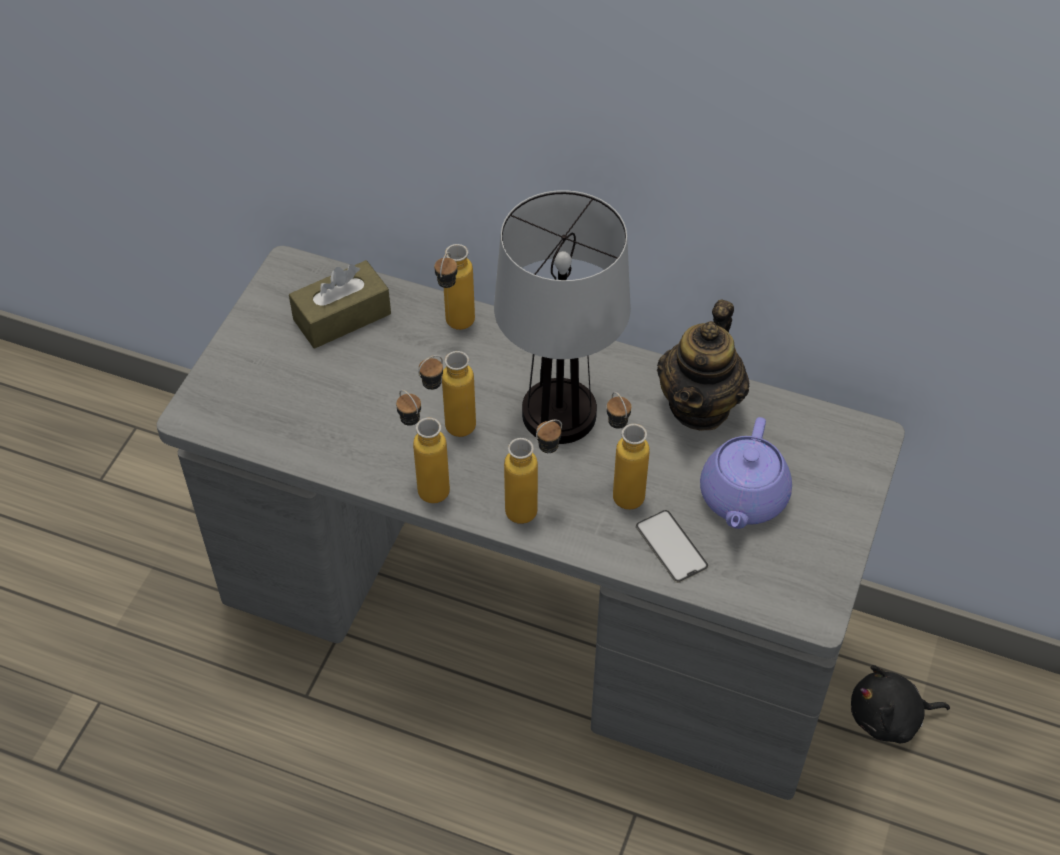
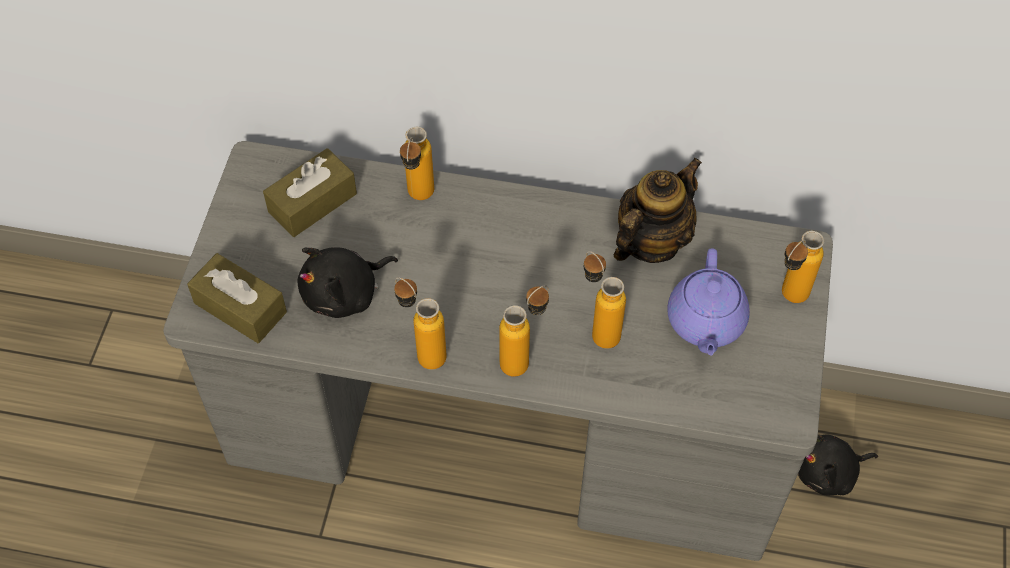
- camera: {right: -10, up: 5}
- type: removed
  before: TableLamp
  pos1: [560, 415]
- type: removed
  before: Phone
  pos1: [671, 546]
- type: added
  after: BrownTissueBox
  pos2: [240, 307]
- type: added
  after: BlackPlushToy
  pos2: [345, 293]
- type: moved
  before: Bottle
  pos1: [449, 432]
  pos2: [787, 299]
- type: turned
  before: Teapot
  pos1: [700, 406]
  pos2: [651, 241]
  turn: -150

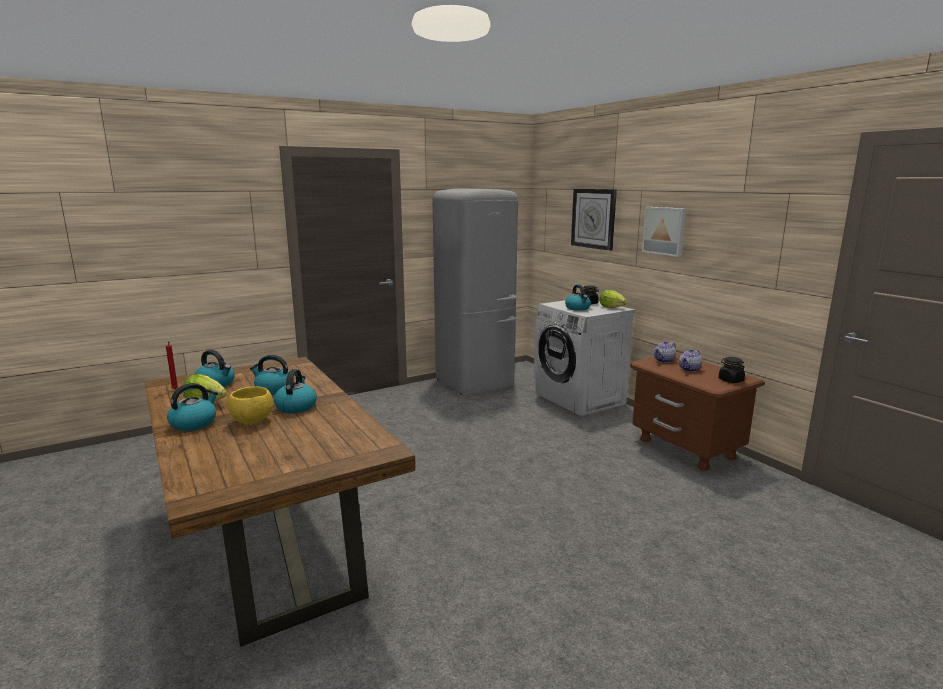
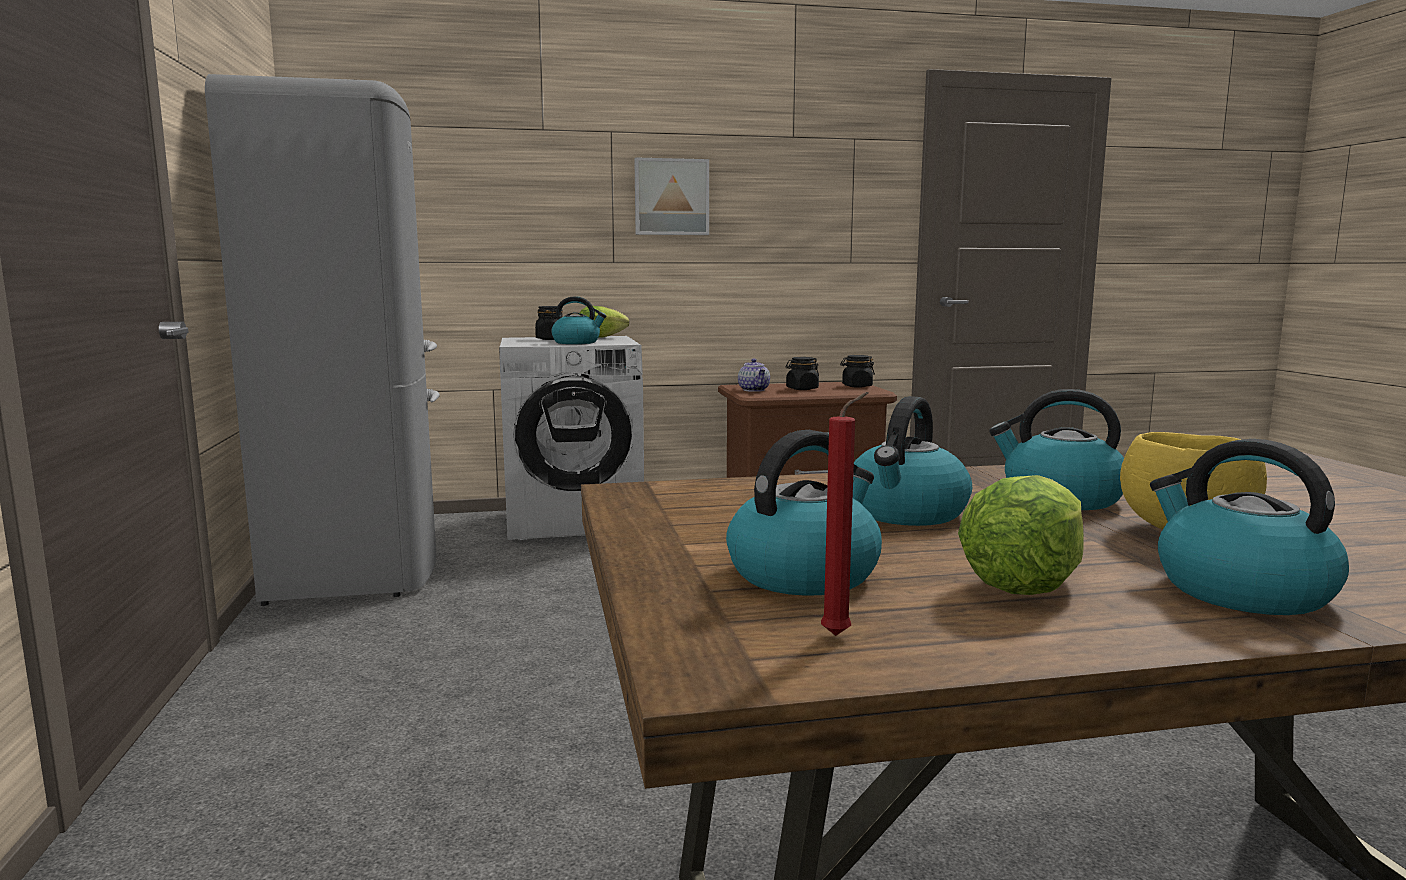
- camera: {right: -70, up: -5}
- type: removed
  before: WallClock
  pos1: [593, 218]
- type: replaced
  before: Teapot
  after: BlackJar
  pos1: [689, 369]
  pos2: [802, 389]

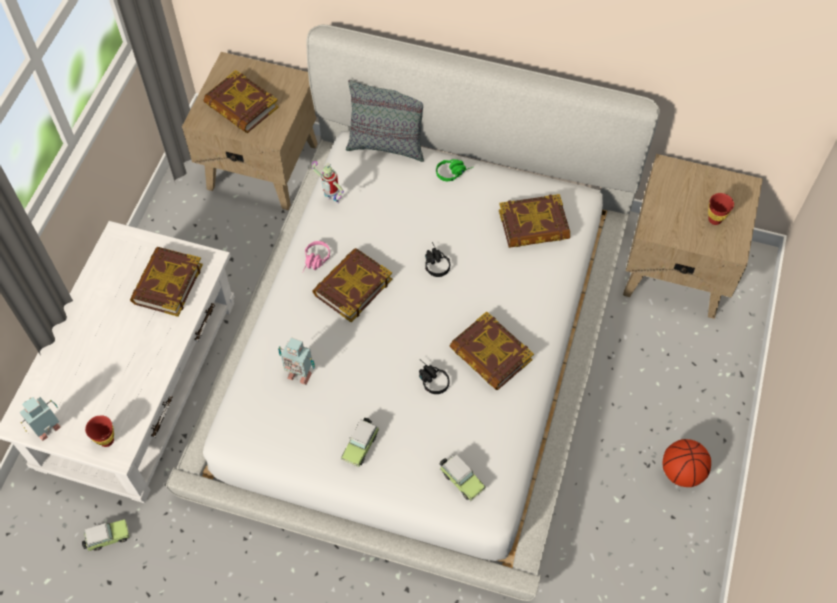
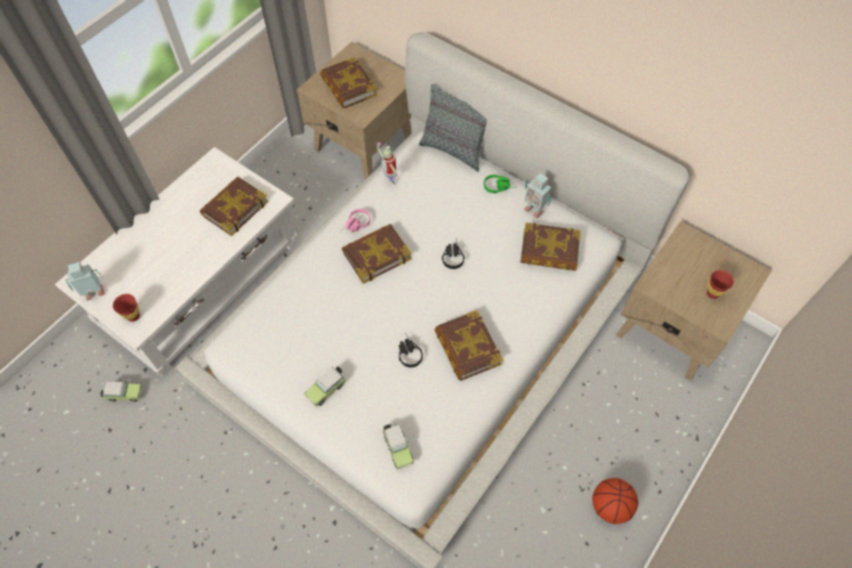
- camera: {right: 20, up: 0}
- type: moved
  before: ToyRobot
  pos1: [299, 374]
  pos2: [534, 209]

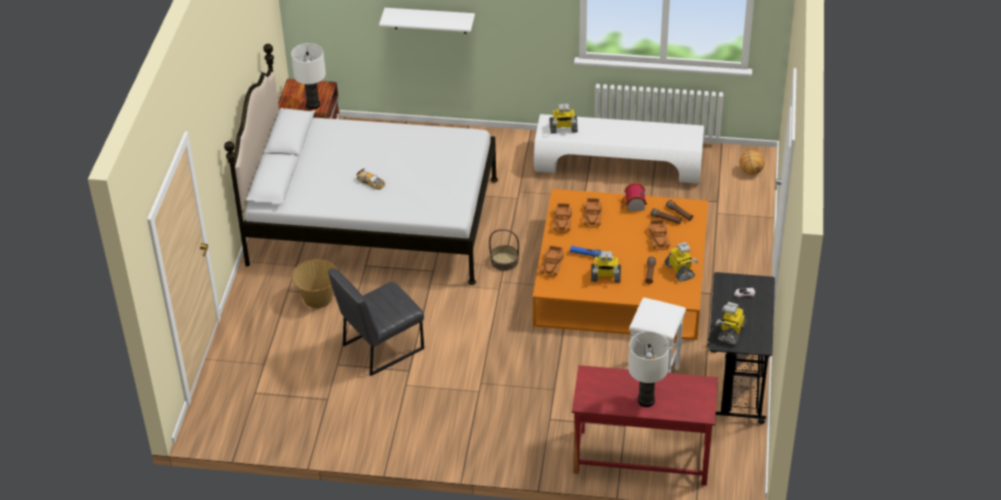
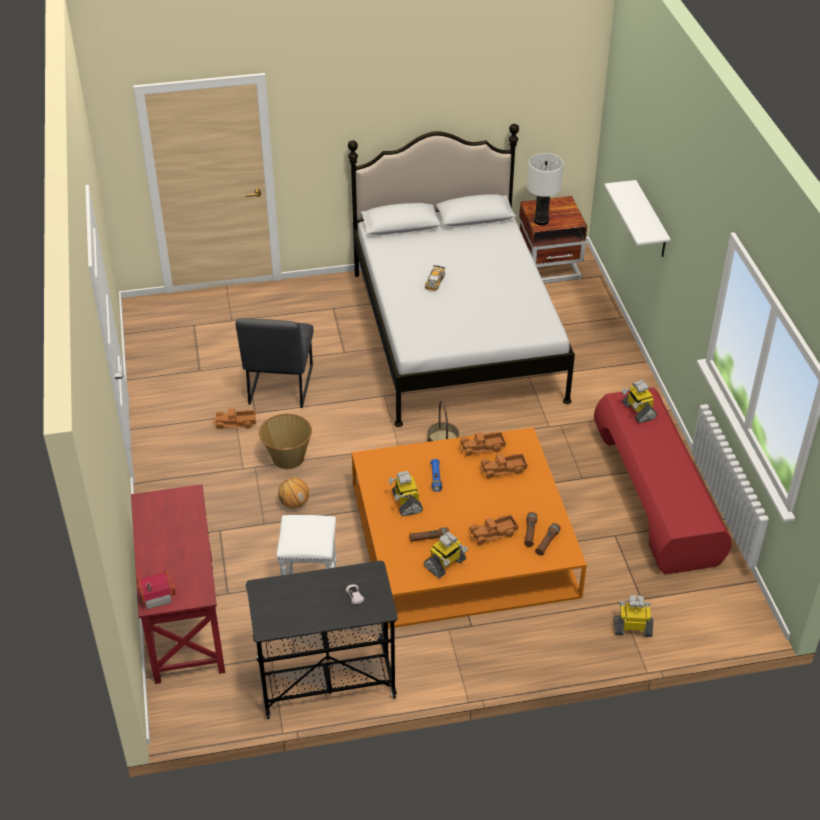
- camera: {right: 70, up: 0}
- type: removed
  before: WhiteTableLamp
  pos1: [646, 400]
- type: moved
  before: Basket
  pos1: [317, 299]
  pos2: [287, 458]
- type: moved
  before: ToyTruck
  pos1: [552, 265]
  pos2: [235, 423]
- type: moved
  before: ToyHouse
  pos1: [633, 205]
  pos2: [155, 595]
- type: moved
  before: ToyRobot
  pos1: [731, 332]
  pos2: [632, 628]
- type: moved
  before: Basketball
  pos1: [750, 172]
  pos2: [294, 503]
- type: recoloured
  before: WhiteBench
  after: RedBench
  pos1: [618, 164]
  pos2: [656, 494]
- type: turned
  before: GreyChair
  pos1: [380, 347]
  pos2: [280, 386]
  turn: -120

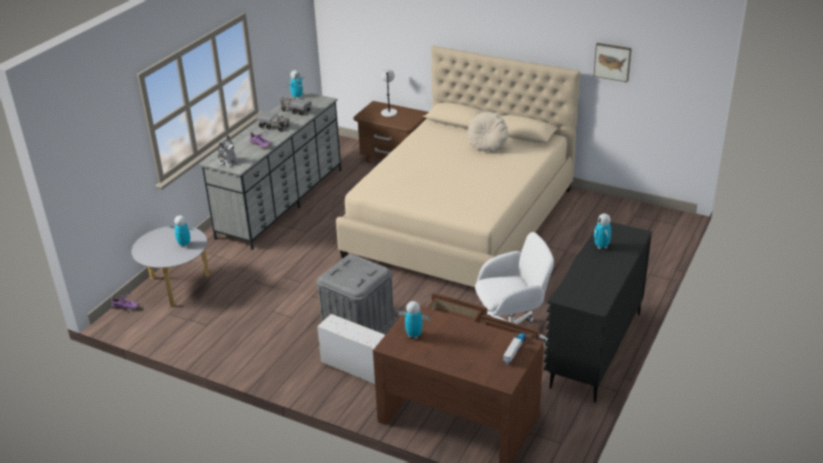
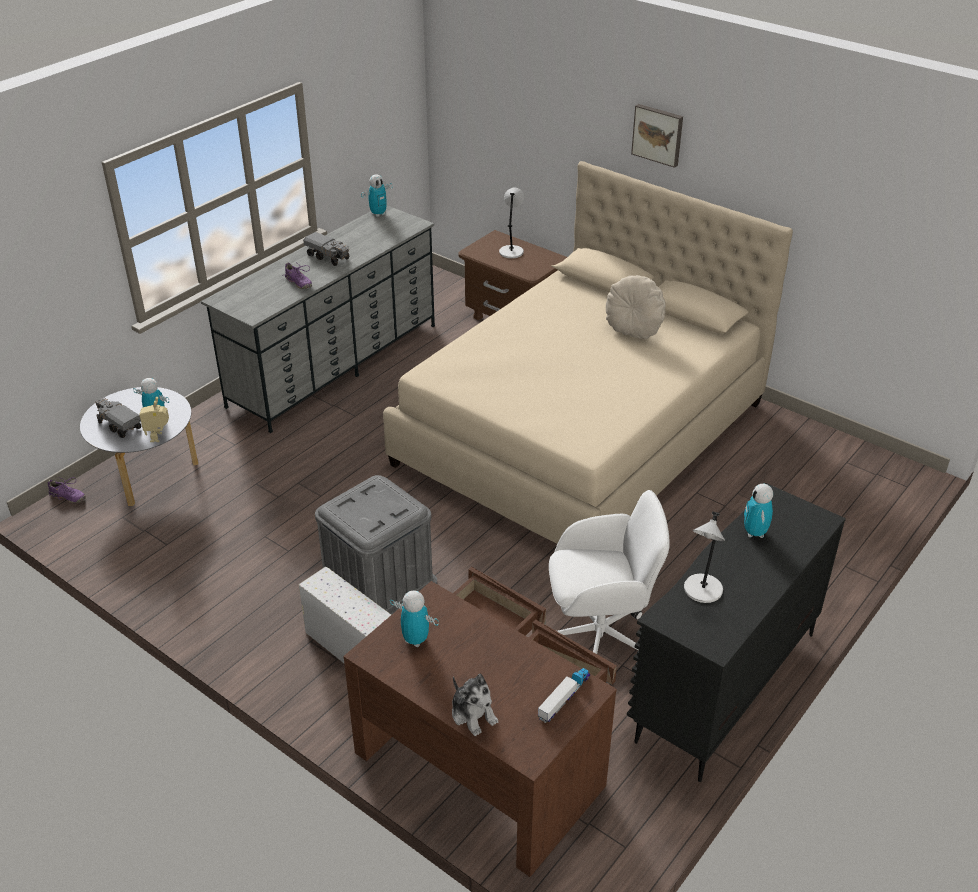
- camera: {right: 10, up: 5}
- type: added
  after: ToyRobot
  pos2: [159, 437]
- type: added
  after: GreyTableLamp
  pos2: [702, 591]
- type: moved
  before: PlushToy
  pos1: [228, 161]
  pos2: [473, 714]
- type: moved
  before: ToyTruck
  pos1: [295, 111]
  pos2: [119, 425]
- type: moved
  before: Picture
  pos1: [612, 61]
  pos2: [658, 134]

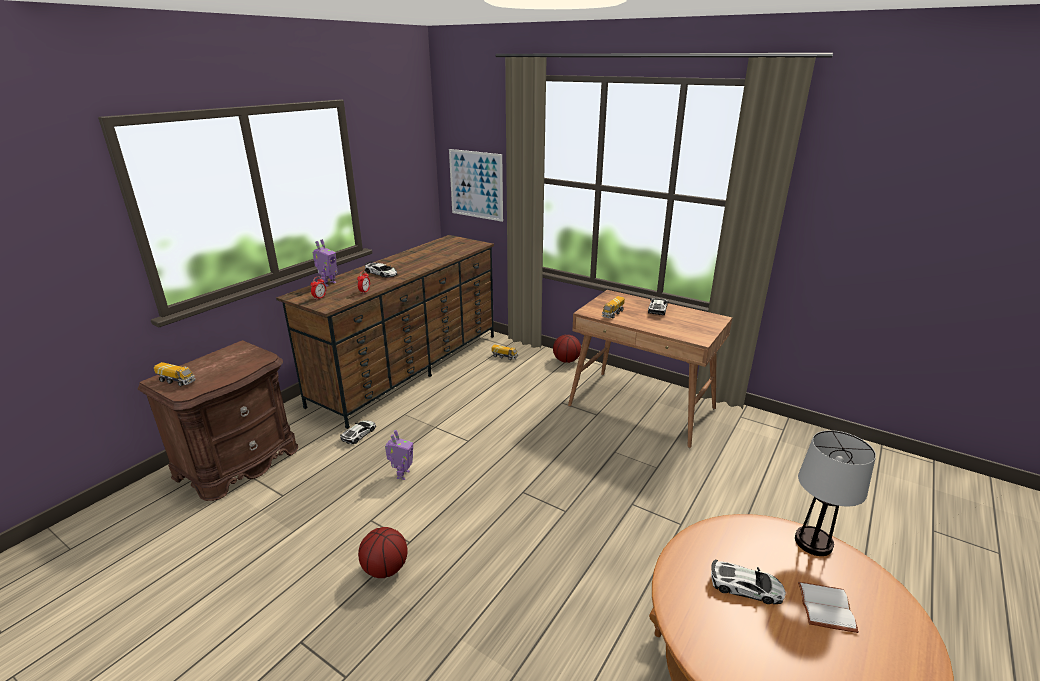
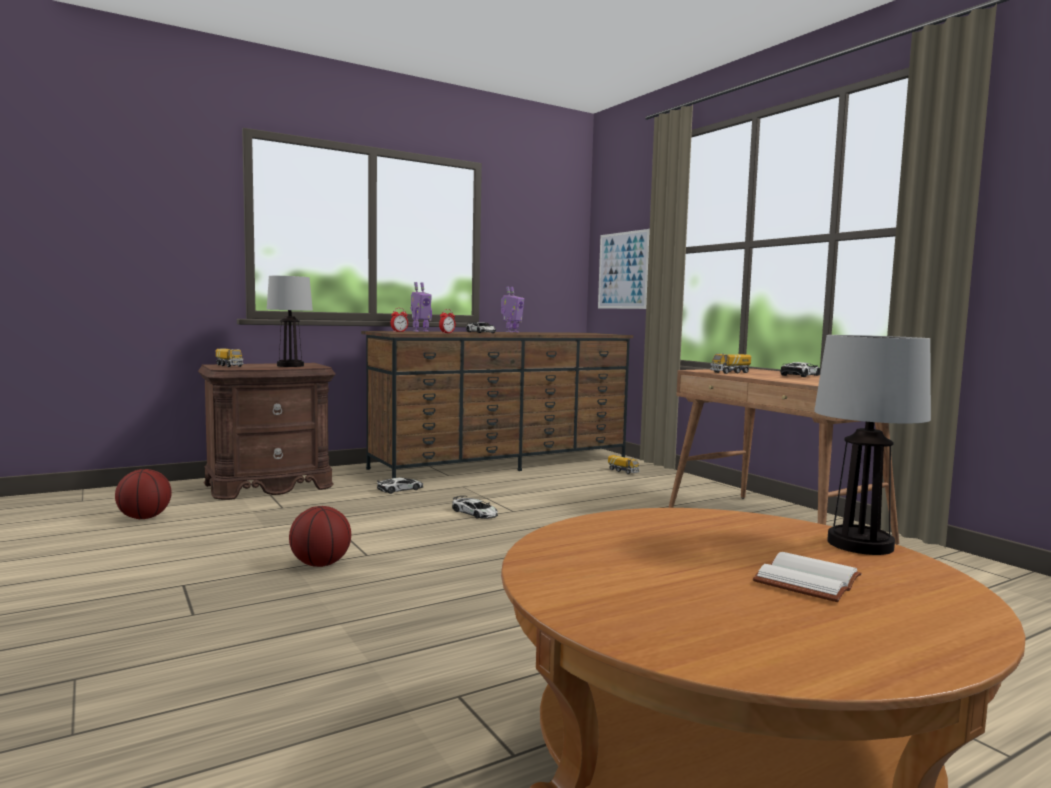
- camera: {right: 25, up: -20}
- type: added
  after: TableLamp
  pos2: [291, 365]
- type: moved
  before: ToyRobot
  pos1: [402, 474]
  pos2: [511, 332]
- type: moved
  before: Basketball
  pos1: [566, 360]
  pos2: [145, 517]
- type: moved
  before: ToyCar
  pos1: [746, 587]
  pos2: [475, 513]

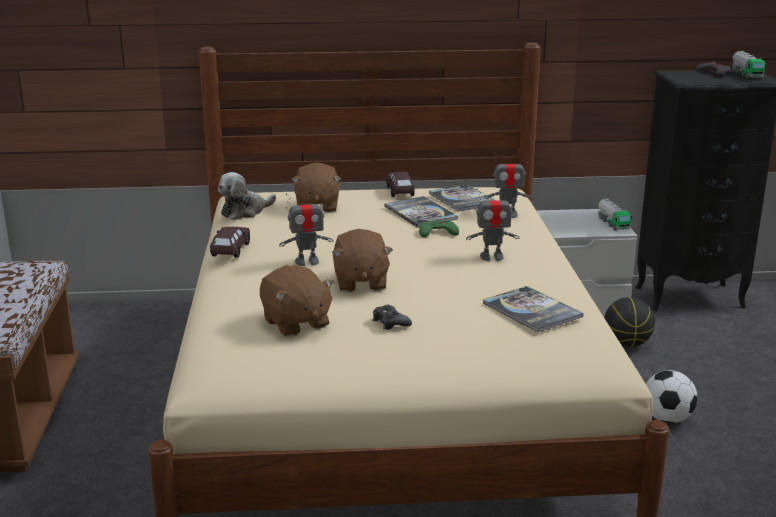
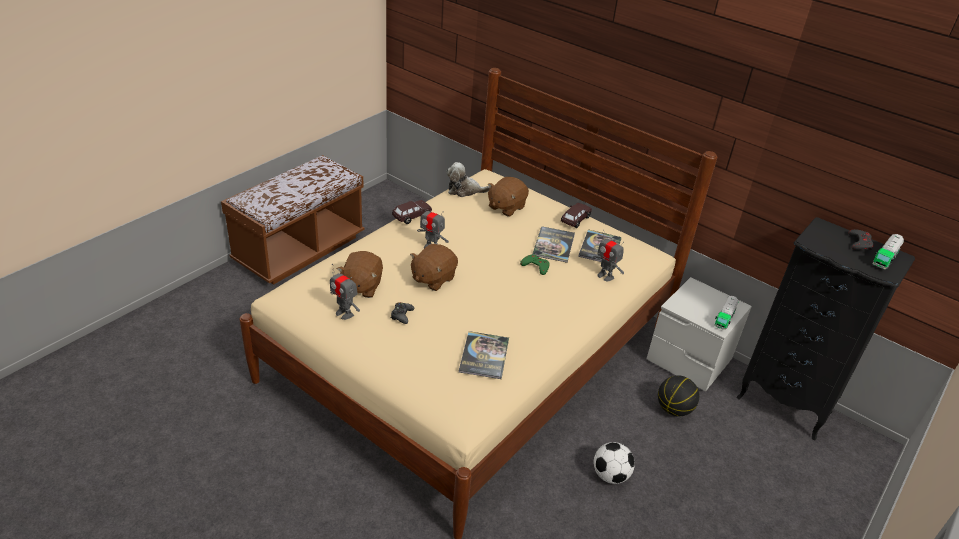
- camera: {right: 40, up: 15}
- type: moved
  before: ToyRobot
  pos1: [492, 257]
  pos2: [344, 313]

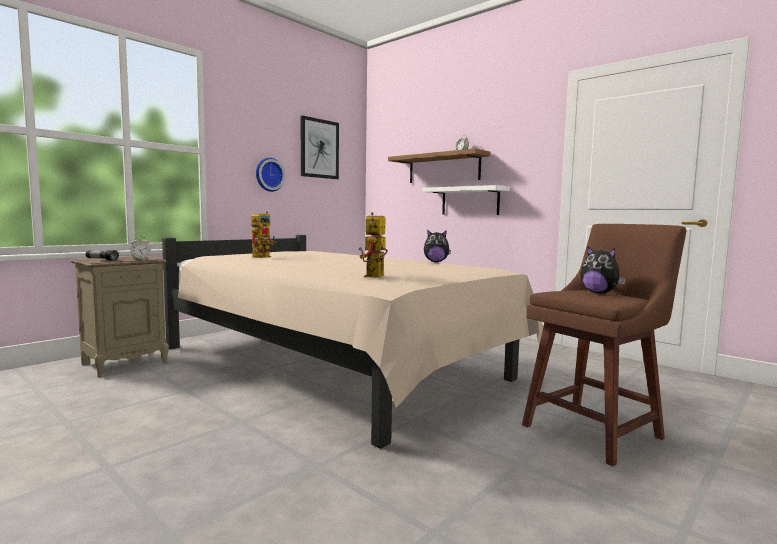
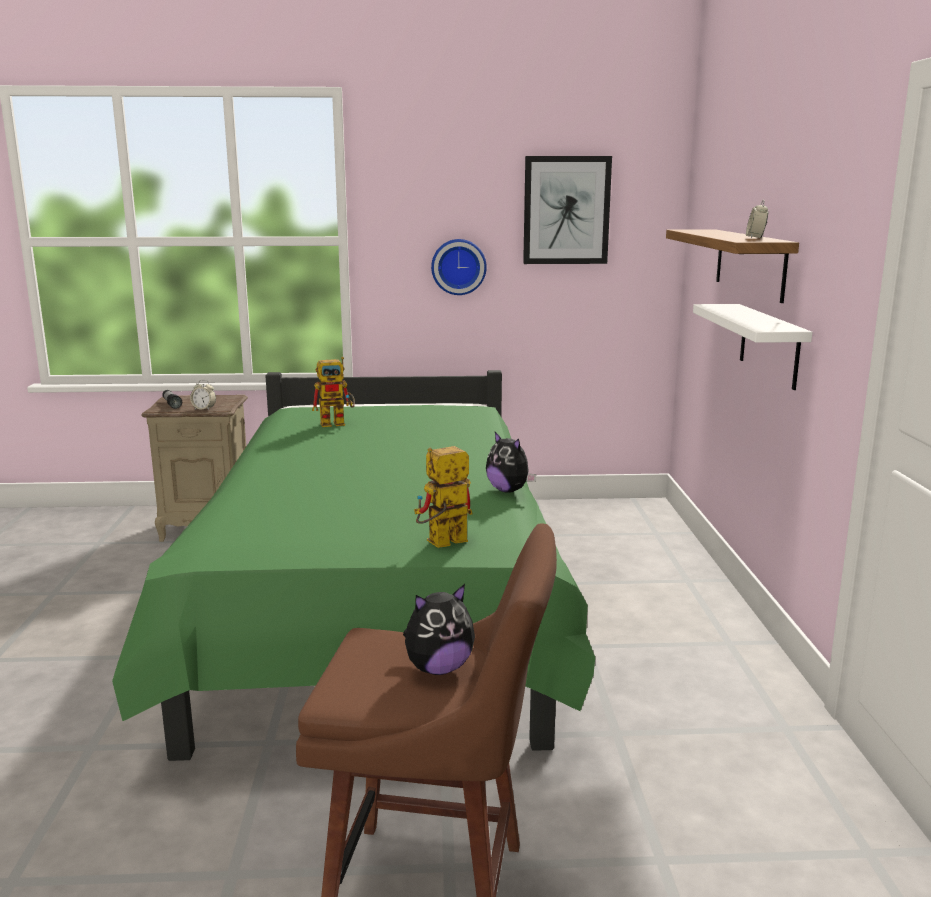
- camera: {right: 45, up: 10}
- type: moved
  before: ToyRobot
  pos1: [375, 277]
  pos2: [441, 544]
- type: recoloured
  before: BeigeBed
  after: GreenBed
  pos1: [336, 365]
  pos2: [377, 612]
- type: turned
  before: PlushToy
  pos1: [599, 293]
  pos2: [438, 668]
  turn: -120

